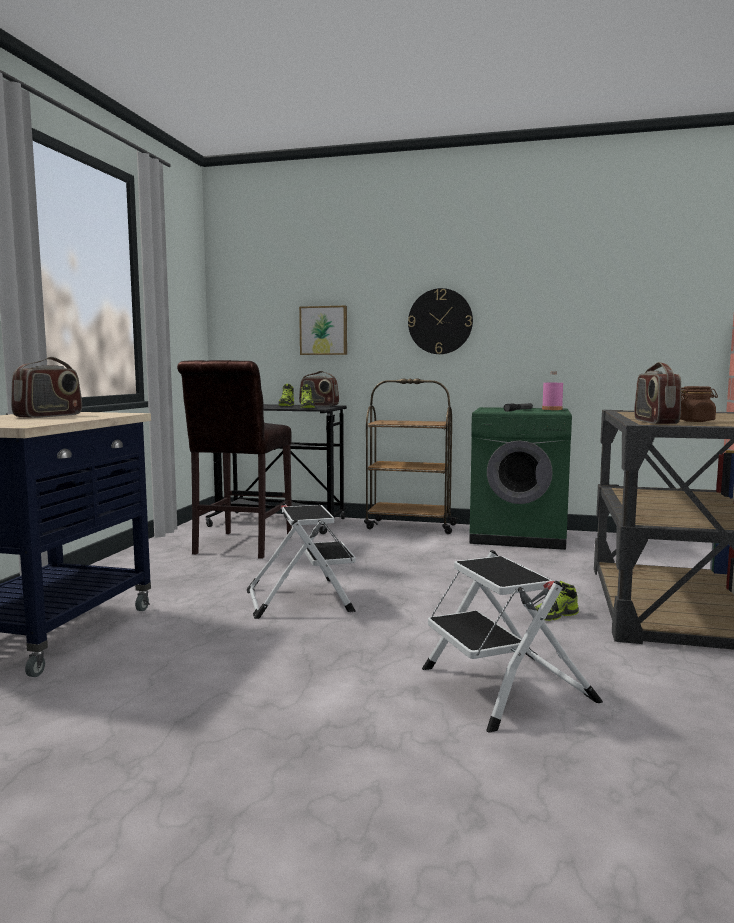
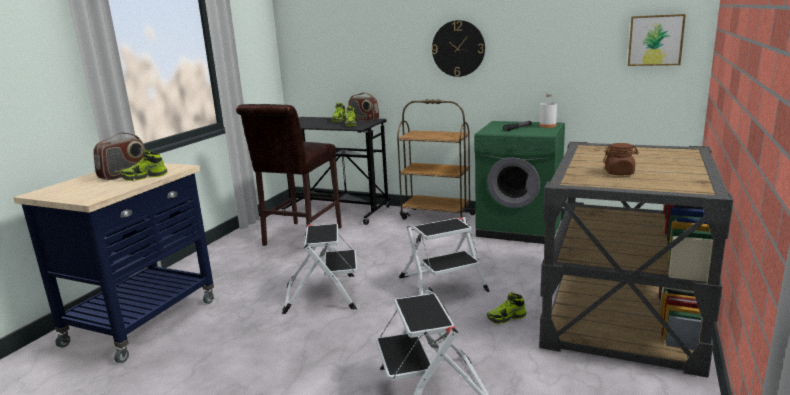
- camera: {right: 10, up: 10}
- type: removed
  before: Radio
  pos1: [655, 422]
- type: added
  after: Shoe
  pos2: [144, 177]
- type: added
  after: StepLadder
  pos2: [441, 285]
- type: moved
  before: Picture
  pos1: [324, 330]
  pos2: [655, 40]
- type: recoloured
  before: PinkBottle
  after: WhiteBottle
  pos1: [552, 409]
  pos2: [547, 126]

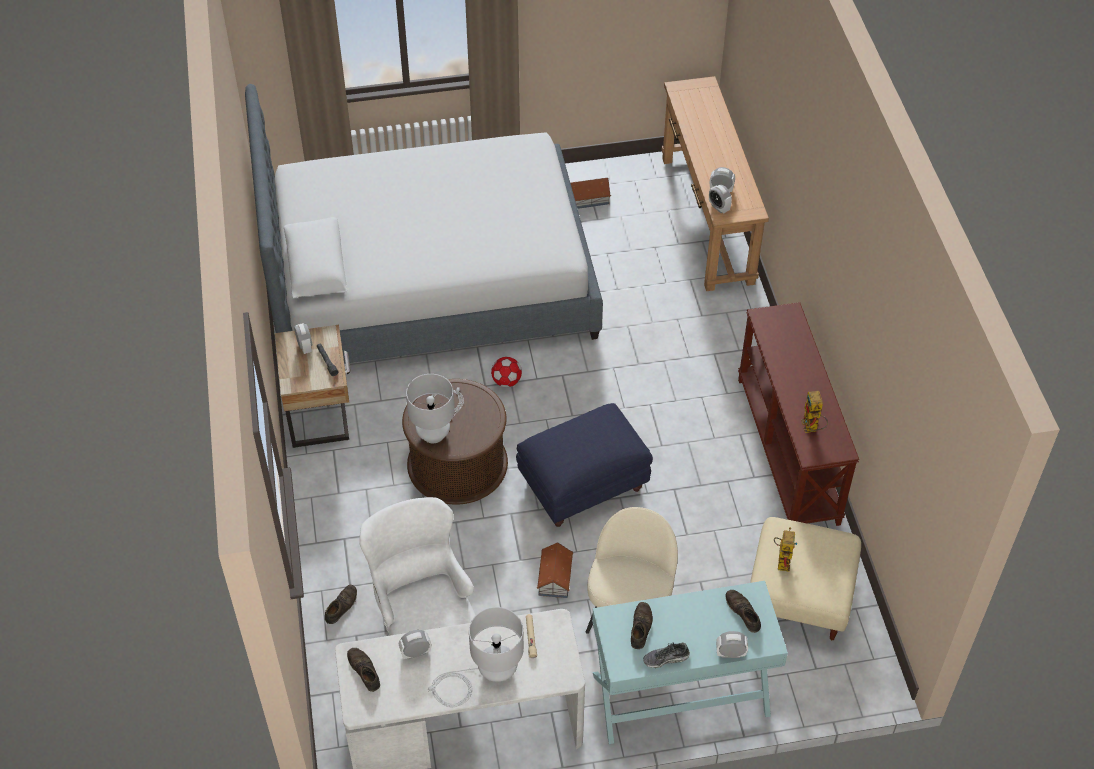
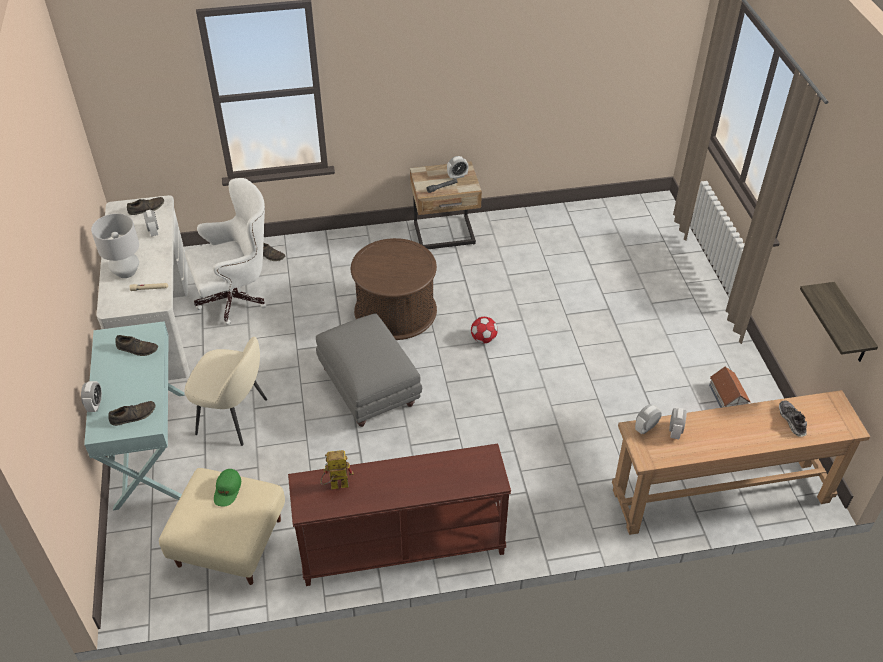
- camera: {right: 90, up: -5}
- type: removed
  before: Bed
  pos1: [429, 279]
- type: removed
  before: WhiteTableLamp
  pos1: [438, 422]
- type: removed
  before: ToyHouse
  pos1: [554, 578]
- type: added
  after: Shelf
  pos2: [850, 325]
- type: moved
  before: Shoe
  pos1: [666, 658]
  pos2: [791, 421]
- type: replaced
  before: ToyRobot
  after: GreenCap
  pos1: [782, 559]
  pos2: [227, 490]
- type: recoloured
  before: BlueOttoman
  after: GreyOttoman
  pos1: [584, 484]
  pos2: [370, 389]

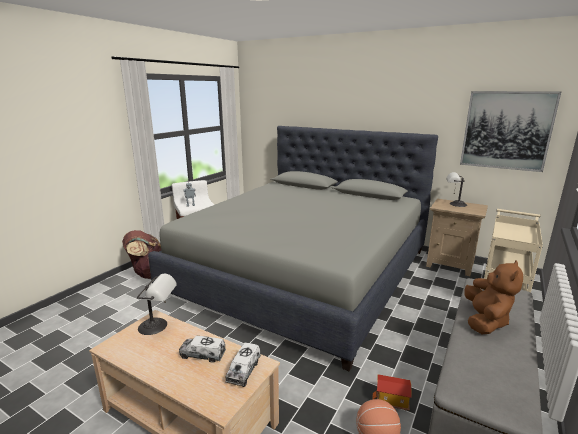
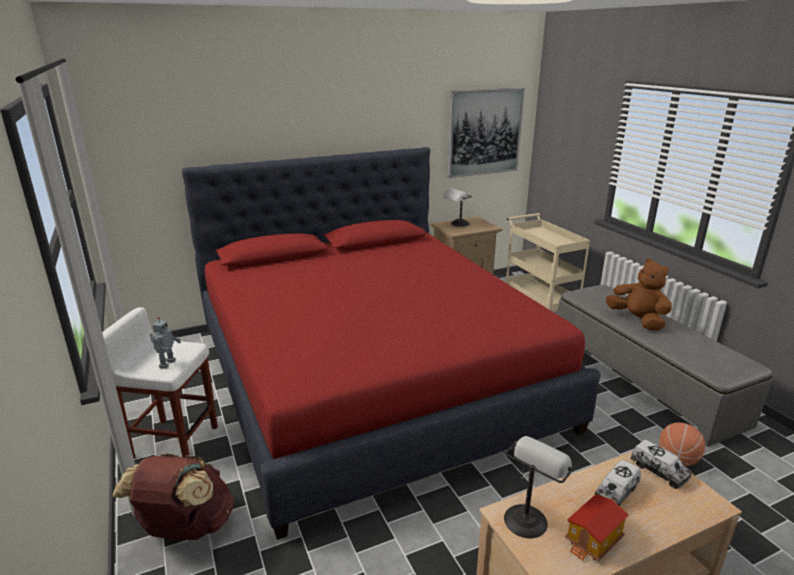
- camera: {right: -55, up: 5}
- type: moved
  before: ToyHouse
  pos1: [392, 401]
  pos2: [594, 541]
- type: recoloured
  before: GreyBed
  after: RedBed
  pos1: [304, 271]
  pos2: [371, 376]

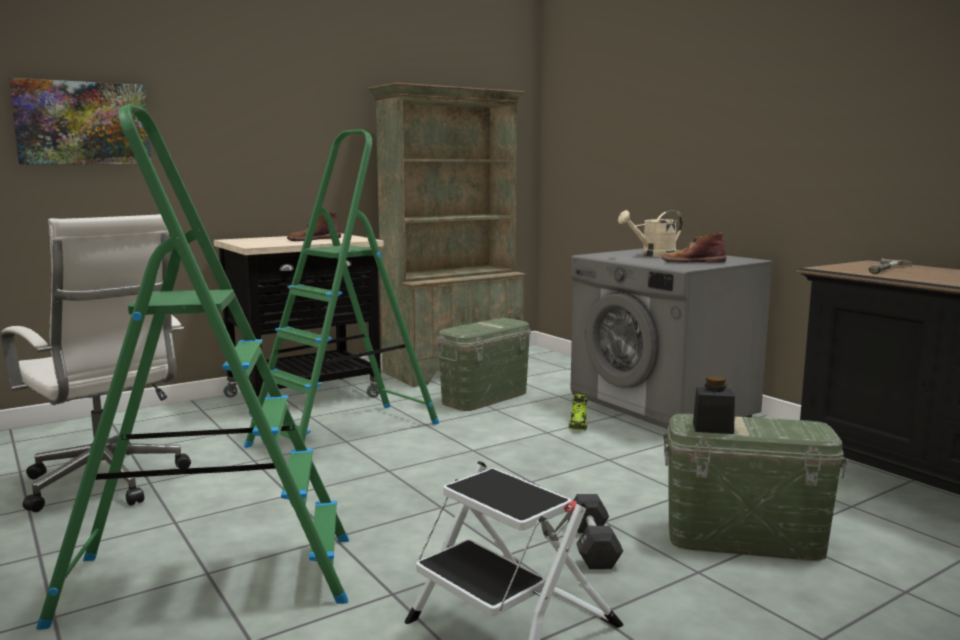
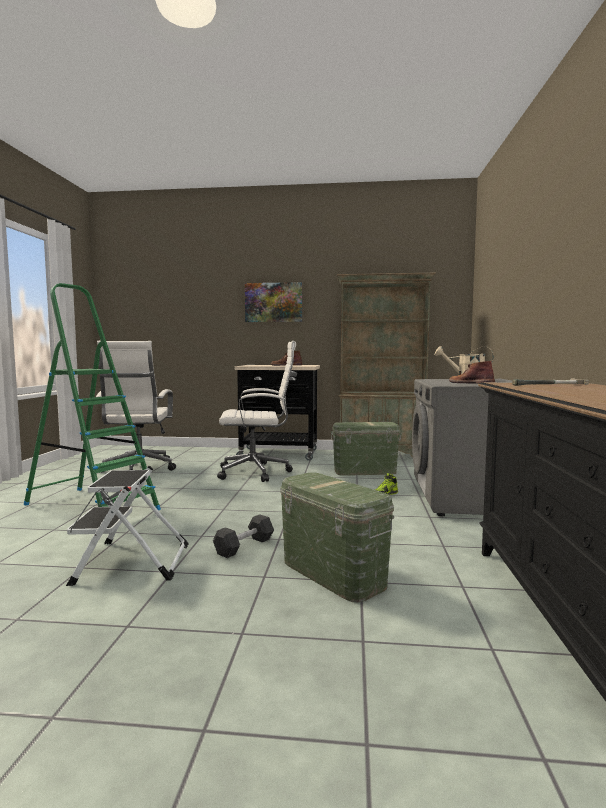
- camera: {right: 40, up: -5}
- type: removed
  before: BlackJar
  pos1: [713, 428]
- type: moved
  before: Picture
  pos1: [83, 123]
  pos2: [273, 302]
- type: replaced
  before: GreenStepLadder
  after: WhiteOfficeChair
  pos1: [345, 435]
  pos2: [257, 472]

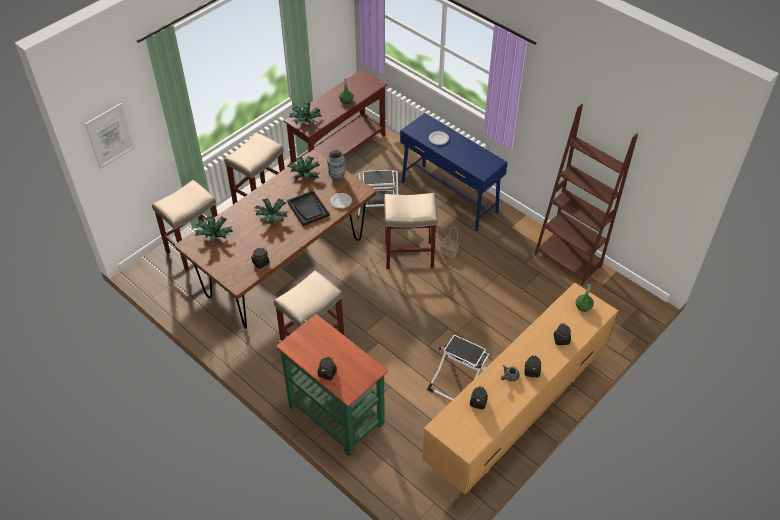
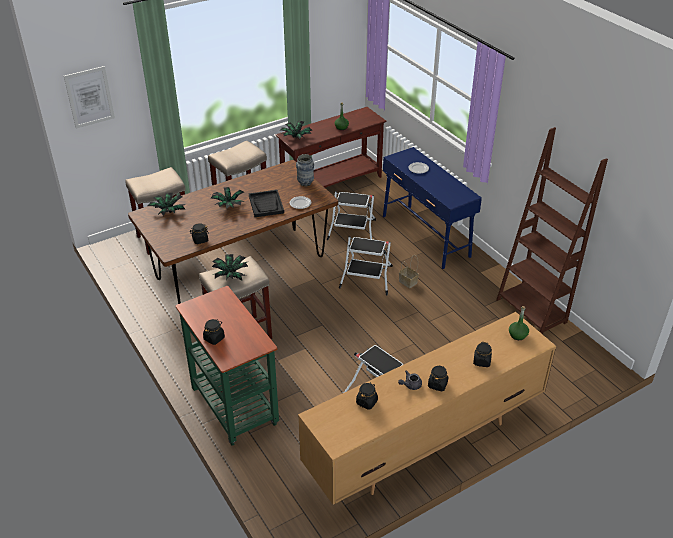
- camera: {right: 15, up: -10}
- type: moved
  before: PottedPlant
  pos1: [304, 175]
  pos2: [230, 275]
- type: replaced
  before: BeigeStool
  after: StepLadder
  pos1: [410, 254]
  pos2: [367, 277]

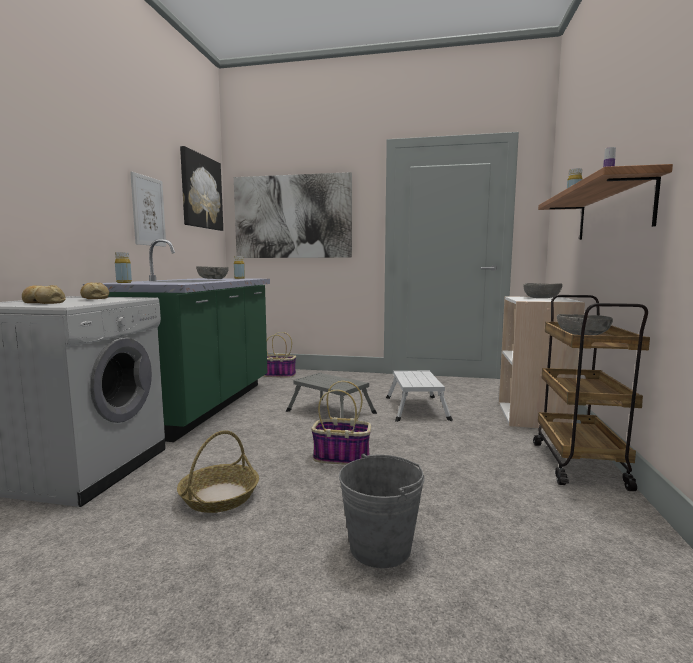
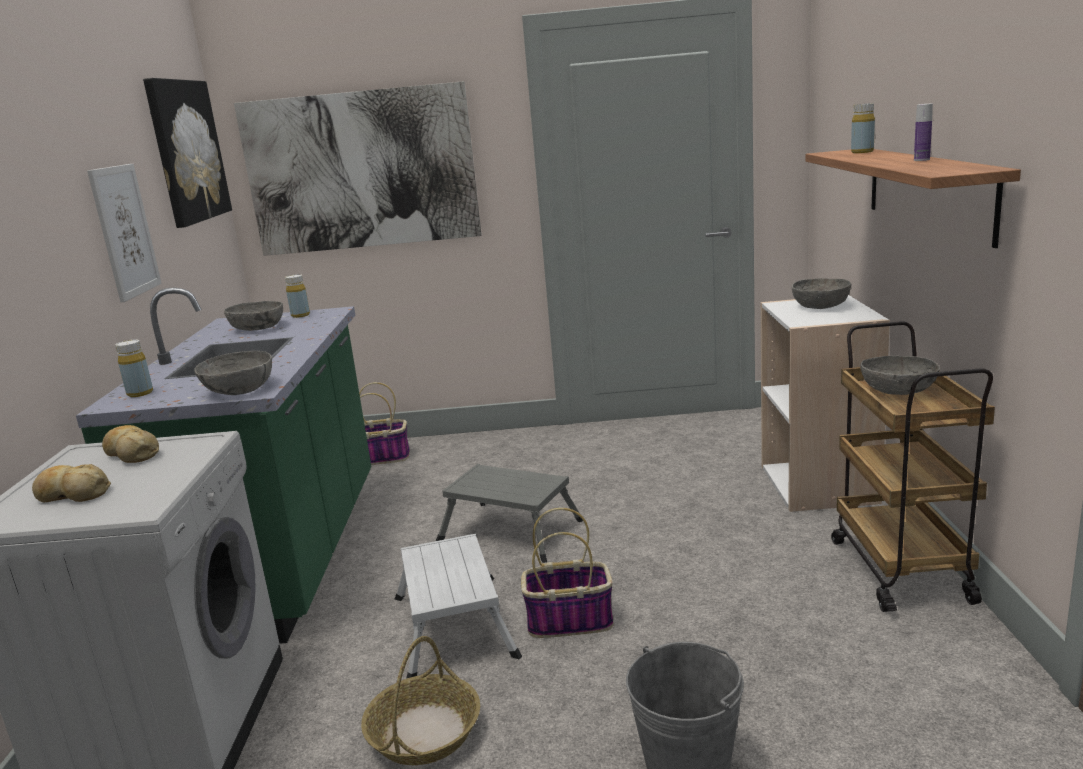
- camera: {right: -10, up: 10}
- type: added
  after: GreyBowl
  pos2: [239, 389]
- type: moved
  before: WhiteStepLadder
  pos1: [416, 408]
  pos2: [454, 625]

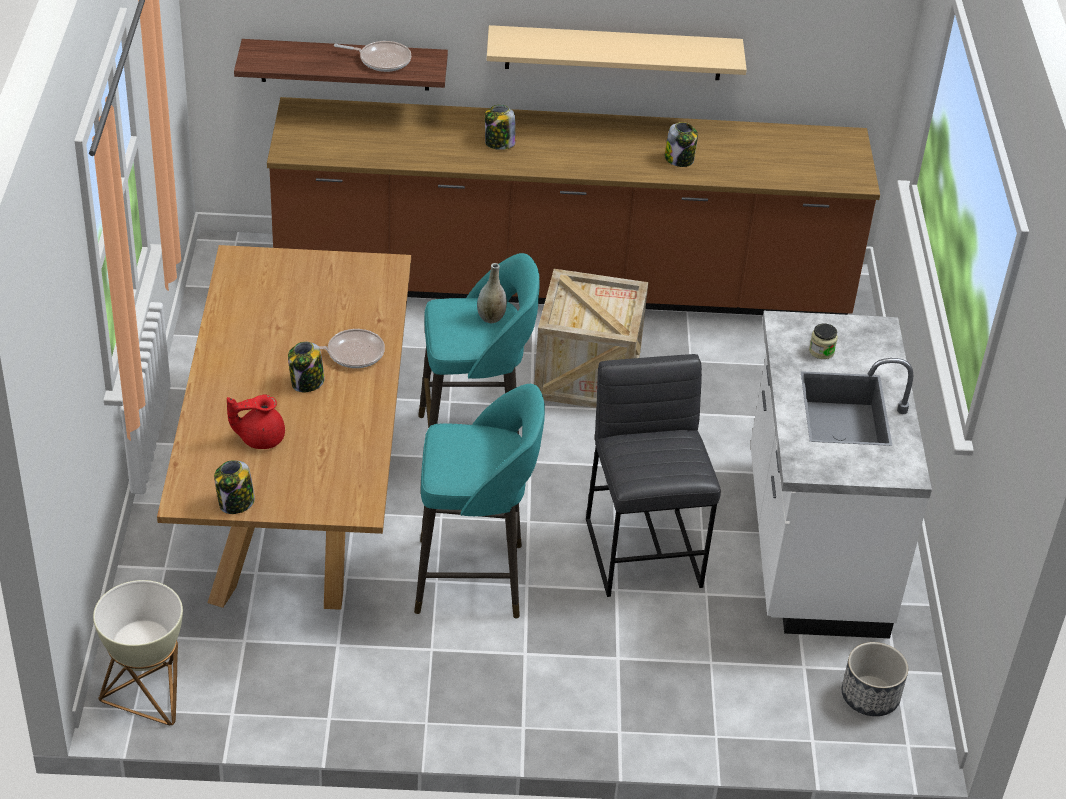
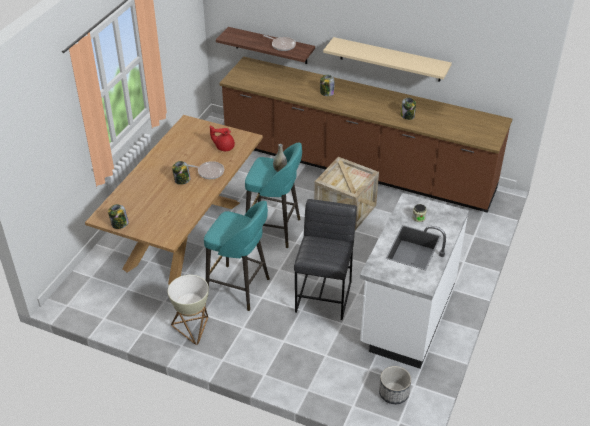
- camera: {right: 25, up: 0}
- type: moved
  before: Planter
  pos1: [148, 695]
  pos2: [192, 328]
- type: moved
  before: RedTeapot
  pos1: [260, 438]
  pos2: [224, 147]

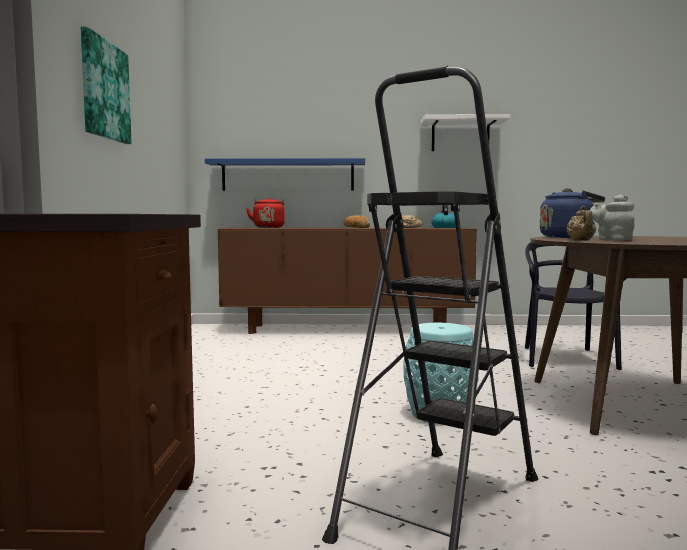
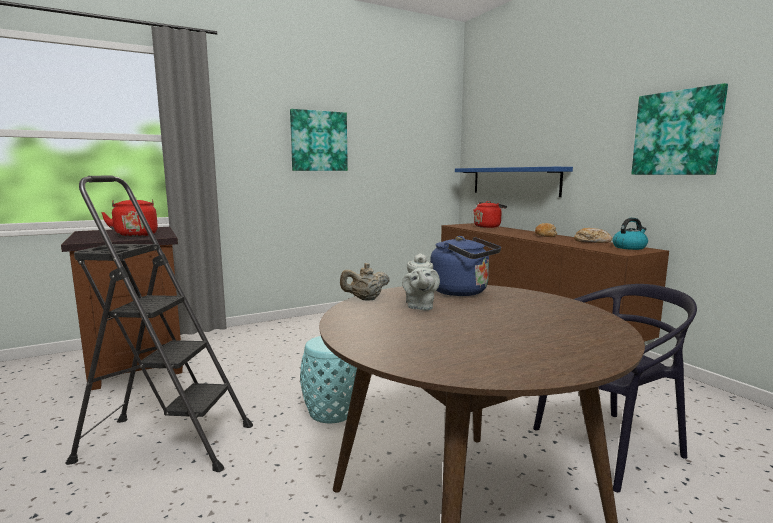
- camera: {right: 60, up: 5}
- type: added
  after: RedKettle
  pos2: [136, 235]
- type: replaced
  before: WhiteShelf
  after: Picture
  pos1: [460, 135]
  pos2: [677, 133]
- type: turned
  before: GreyTeapot
  pos1: [612, 239]
  pos2: [419, 306]
  turn: 150

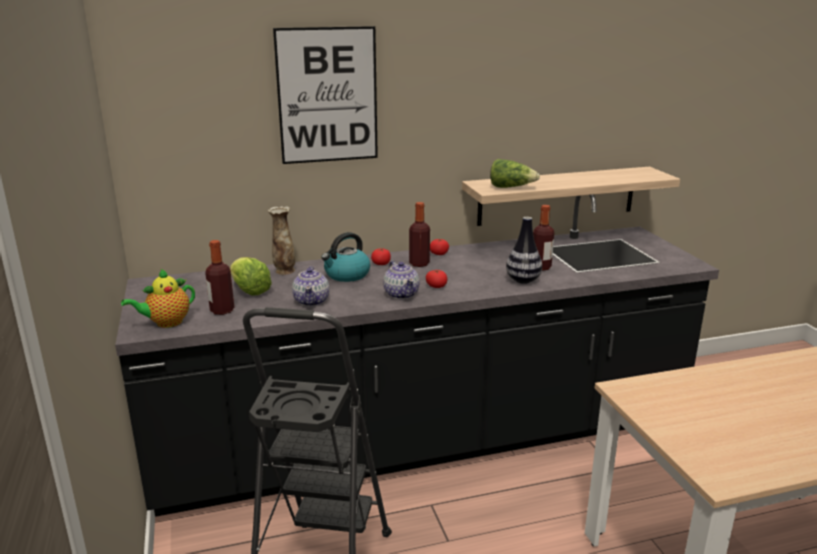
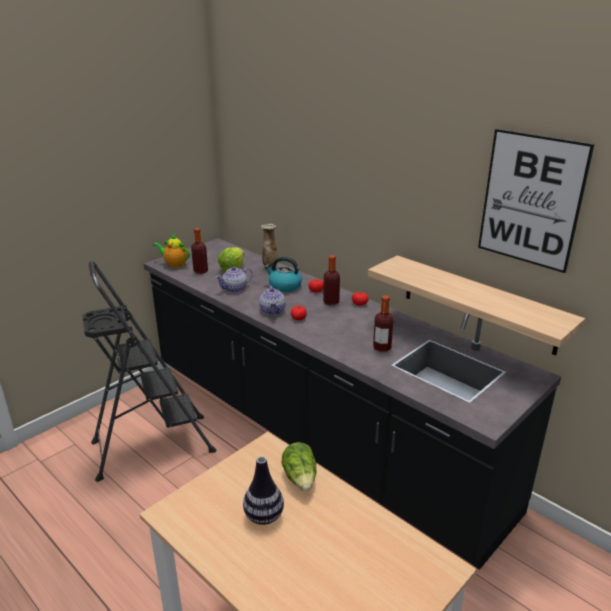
- camera: {right: 60, up: 5}
- type: moved
  before: Picture
  pos1: [327, 96]
  pos2: [531, 200]
- type: moved
  before: Lettuce
  pos1: [511, 187]
  pos2: [301, 478]
- type: moved
  before: Vase
  pos1: [523, 280]
  pos2: [264, 516]
- type: turned
  before: Teapot
  pos1: [401, 294]
  pos2: [273, 310]
  turn: -45

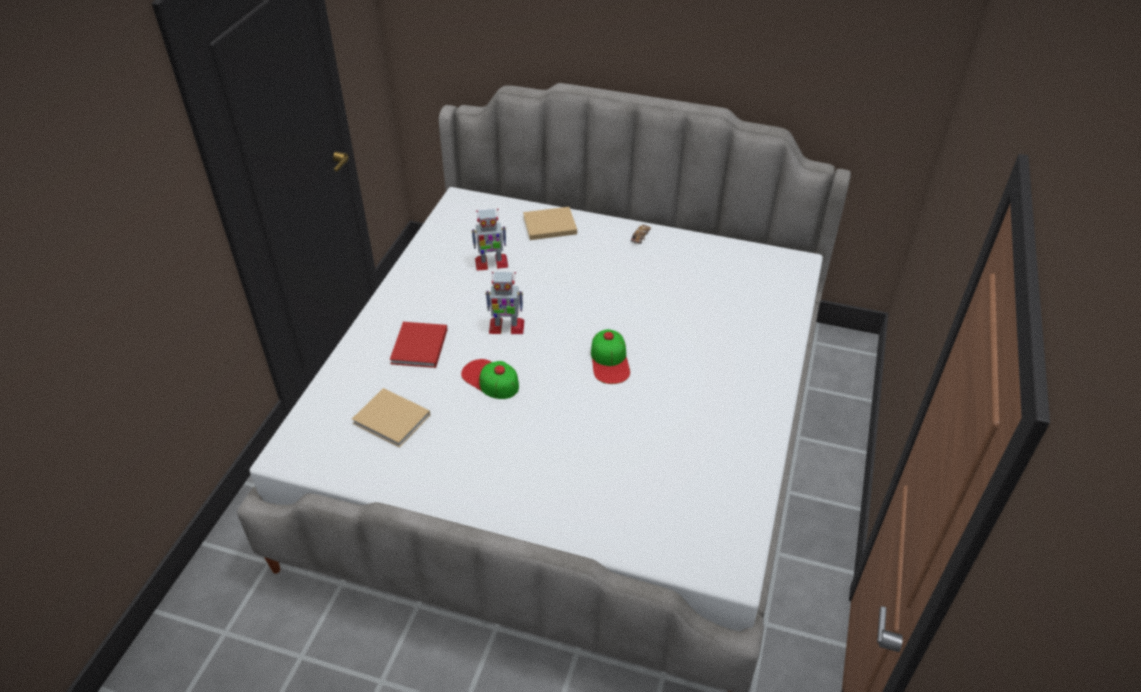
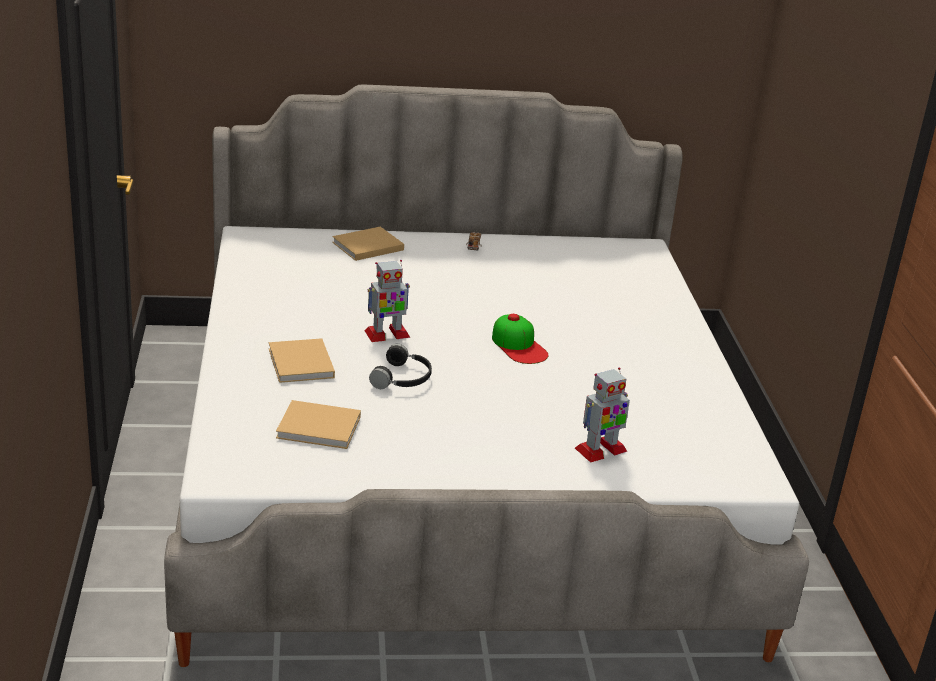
- camera: {right: -25, up: -15}
- type: moved
  before: ToyRobot
  pos1: [491, 263]
  pos2: [600, 450]
- type: replaced
  before: Cap
  after: BlackHeadphones
  pos1: [490, 379]
  pos2: [403, 378]
- type: recoloured
  before: RedBook
  after: BeigeBook
  pos1: [419, 348]
  pos2: [301, 364]

